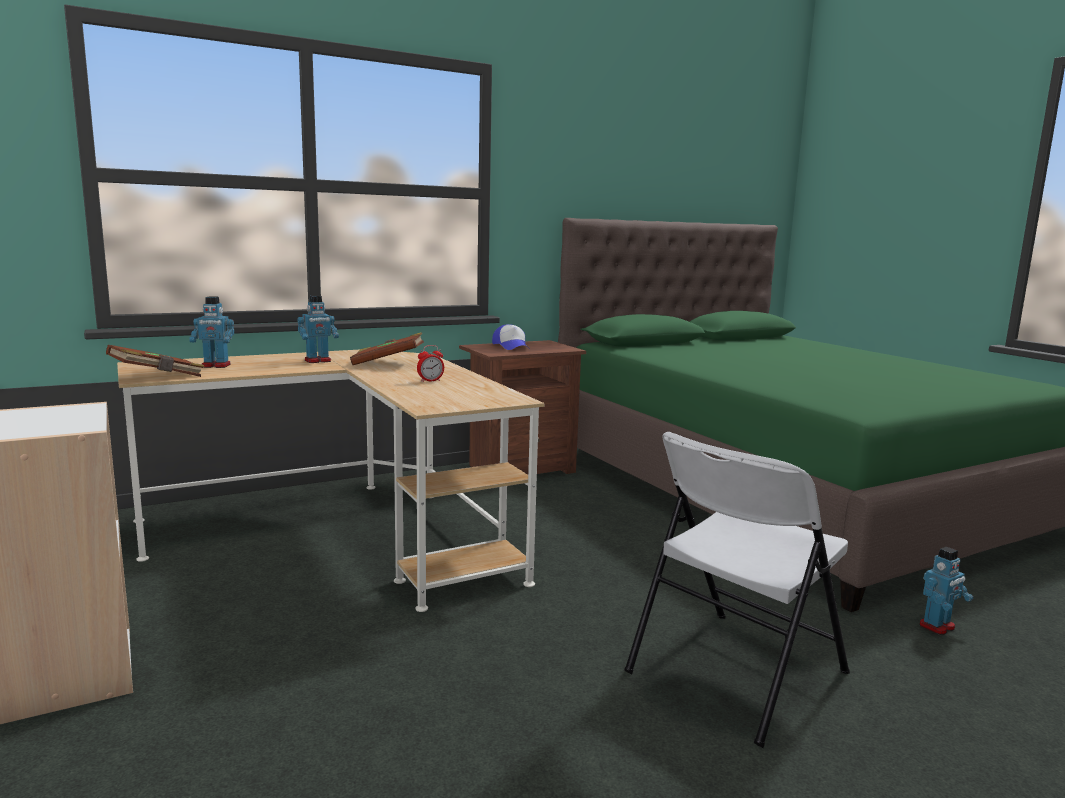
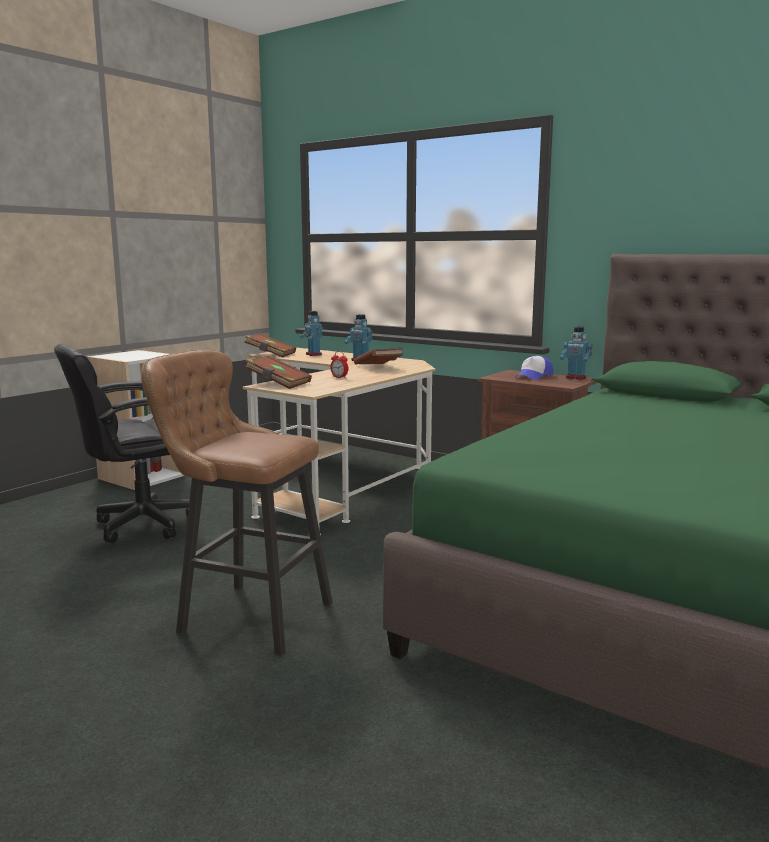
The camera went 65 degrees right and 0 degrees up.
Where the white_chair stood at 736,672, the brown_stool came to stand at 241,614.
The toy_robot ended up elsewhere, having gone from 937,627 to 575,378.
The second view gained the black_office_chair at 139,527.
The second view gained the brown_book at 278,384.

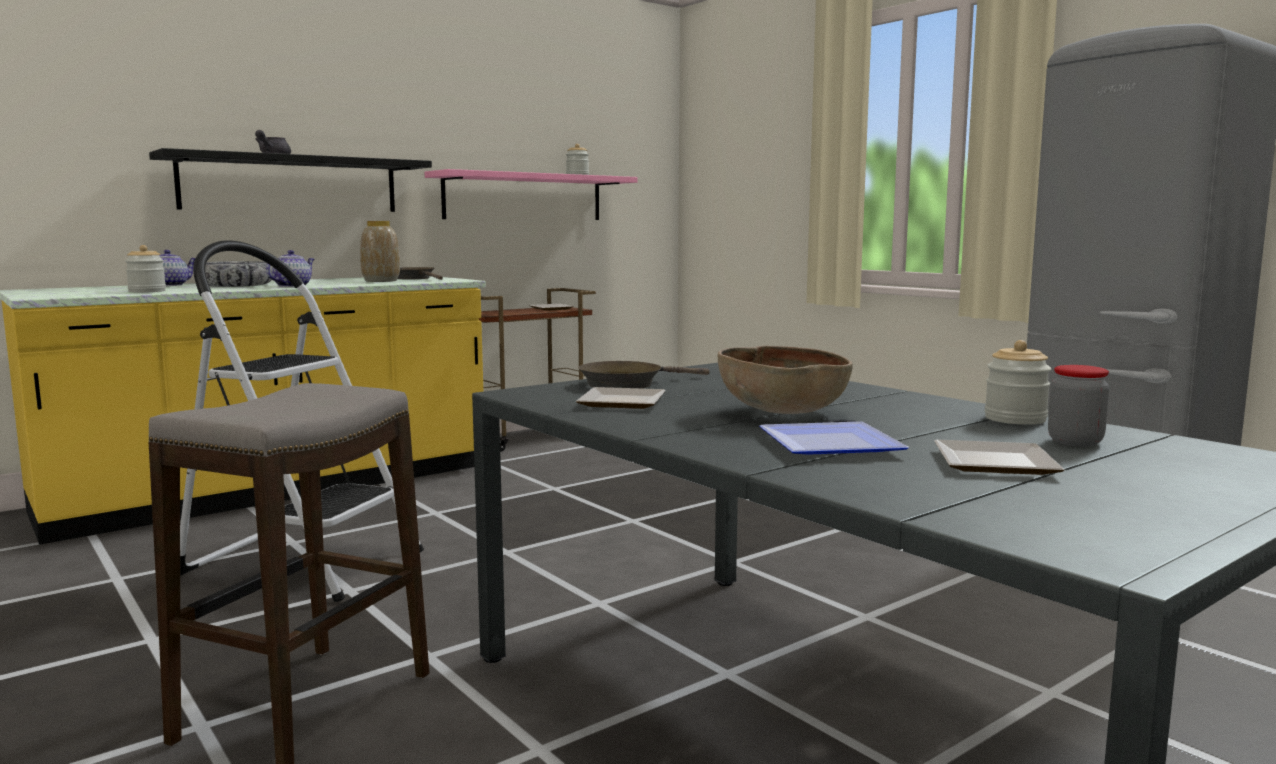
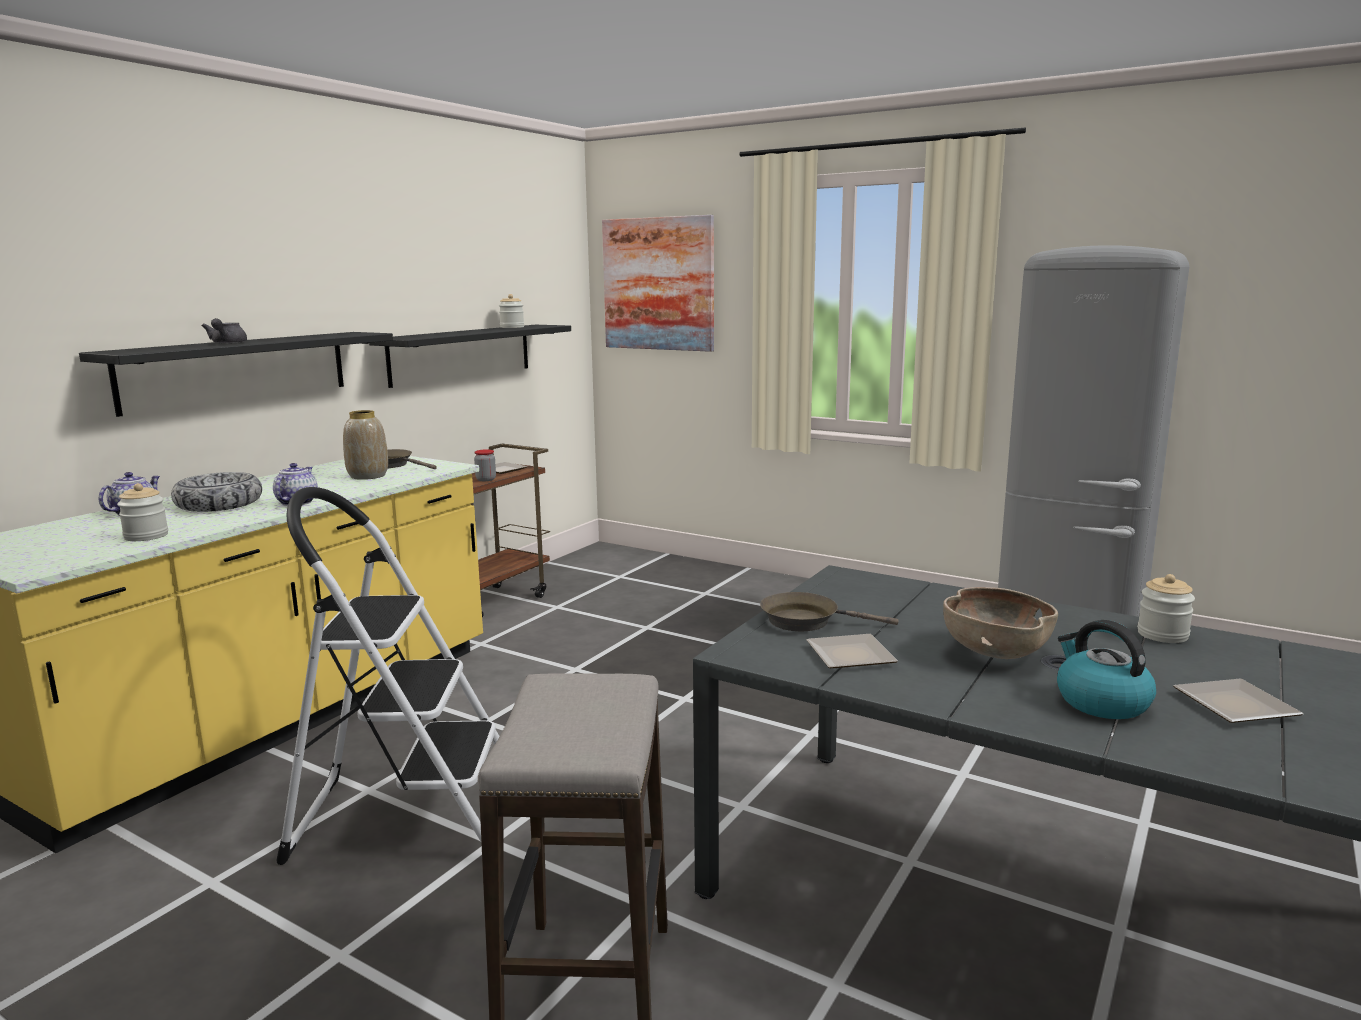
The camera went 20 degrees left and 5 degrees up.
What was the pink_shelf at 524,197 turned into the black_shelf at 461,354.
The brown_frying_pan at 627,384 ended up facing another way, 60 degrees clockwise from before.
Where the plate stood at 827,446, the kettle came to stand at 1100,702.
The jar ended up elsewhere, having gone from 1075,442 to 486,479.
The second view gained the picture at 658,284.

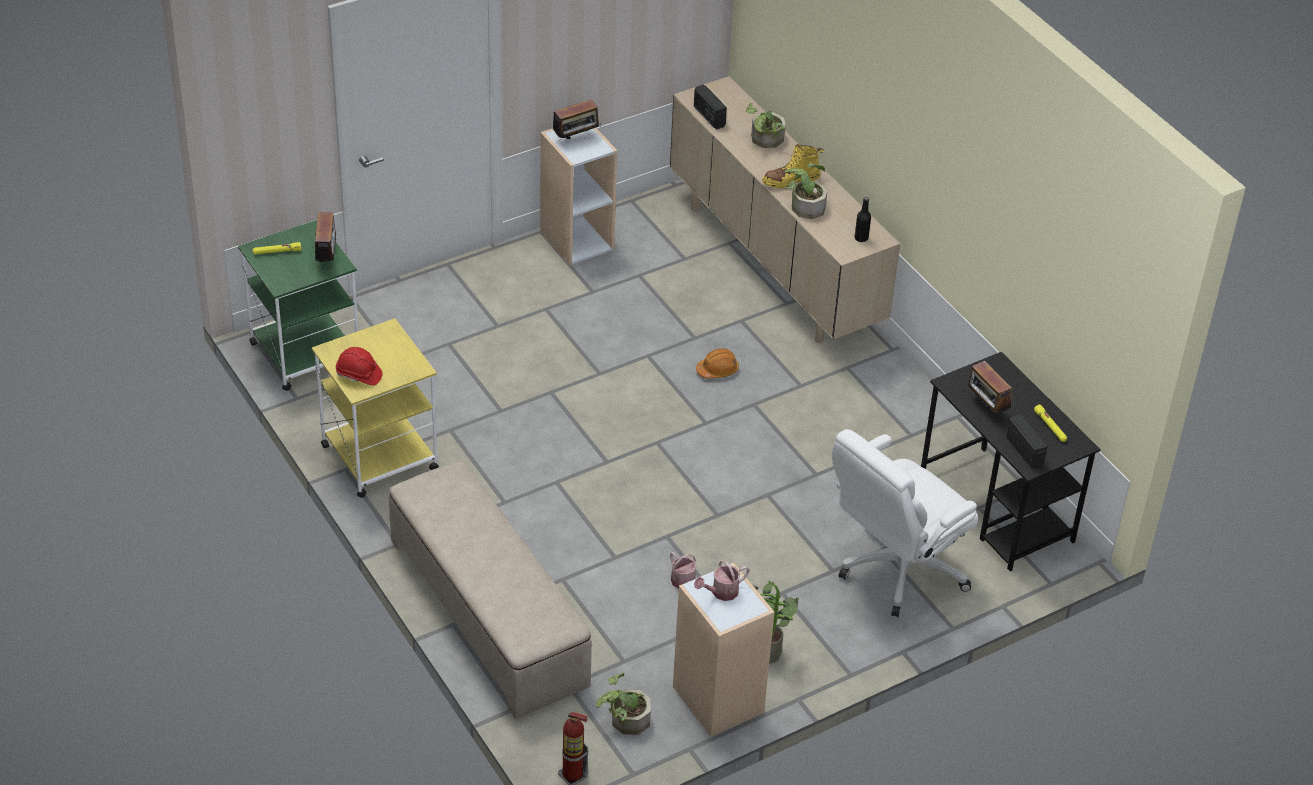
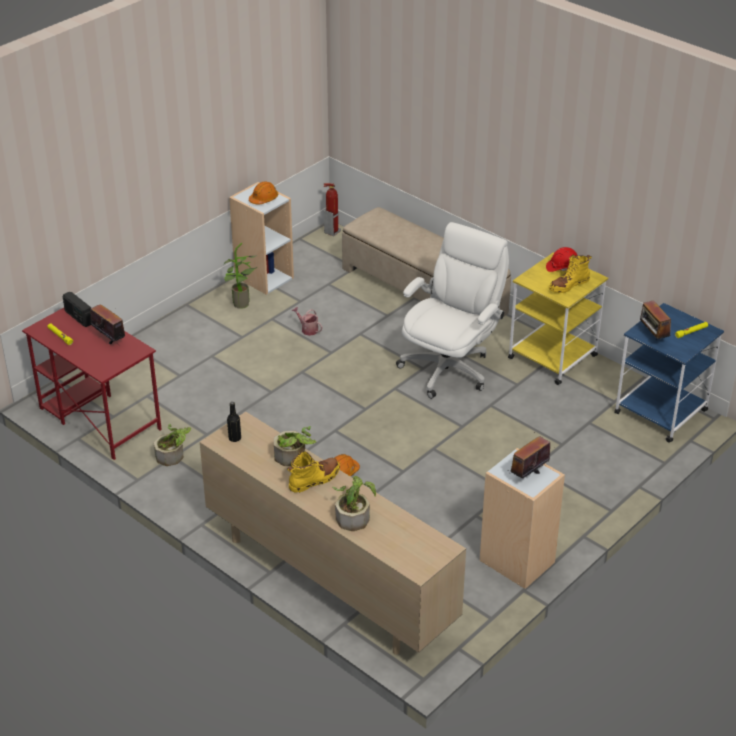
The camera went 165 degrees right and 5 degrees down.
What was the green_cart at 304,352 turned into the blue_cart at 662,413.
The potted_plant ended up elsewhere, having gone from 624,720 to 173,455.
The second view lost the radio at 709,116.
Where the watering_can stood at 721,592, the orange_hard_hat came to stand at 264,199.
The white_office_chair ended up elsewhere, having gone from 894,572 to 450,367.
What was the black_desk at 997,509 turned into the red_desk at 99,418.
The second view gained the yellow_boot at 568,285.

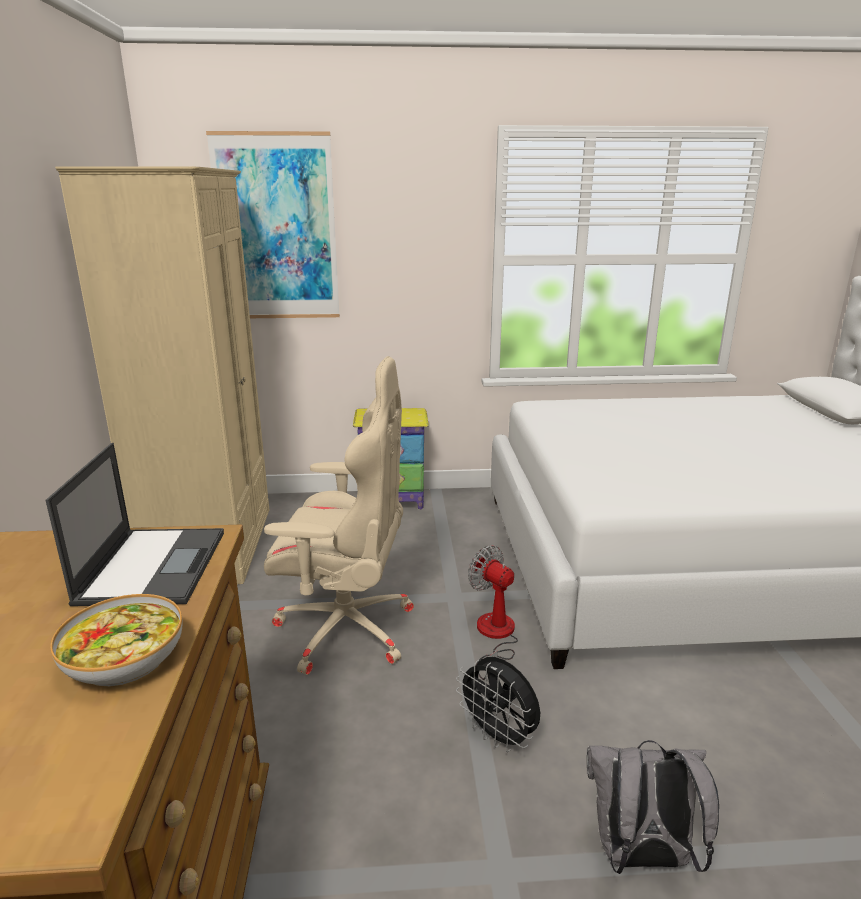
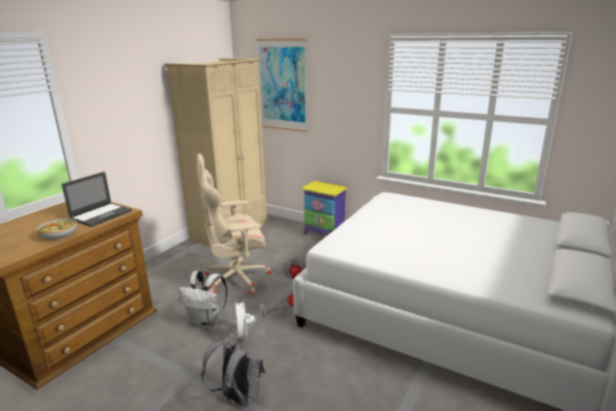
The camera went 35 degrees right and 0 degrees up.
The beige_office_chair at 343,629 ended up facing another way, 120 degrees clockwise from before.
What was the black_fan at 499,736 turned into the white_fan at 243,338.
The second view gained the white_backpack at 206,322.

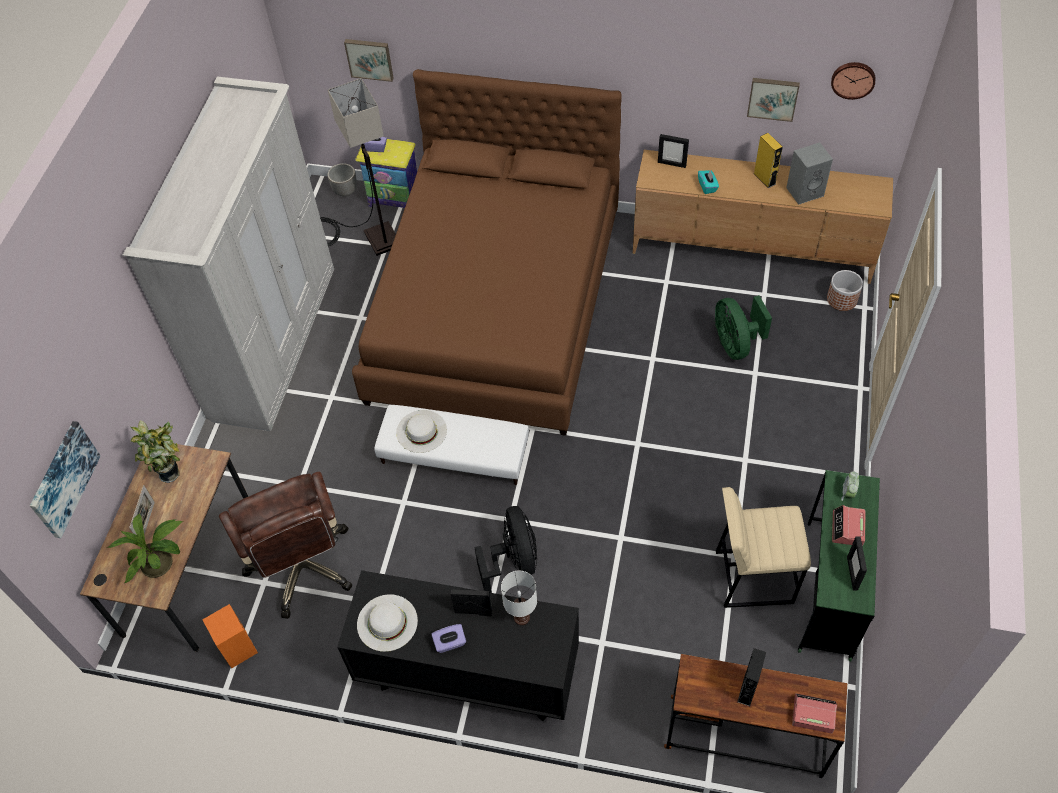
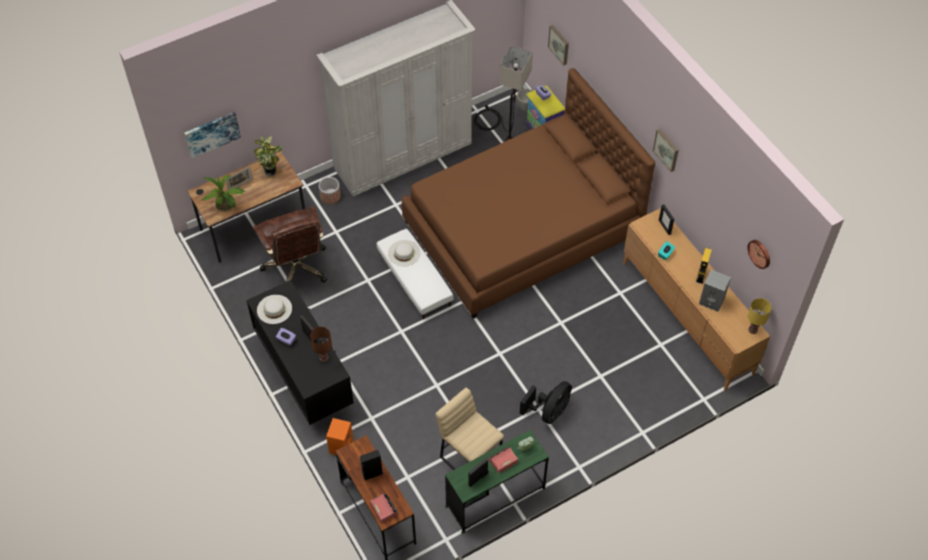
The camera went 45 degrees right and 0 degrees up.
The orange_speaker ended up elsewhere, having gone from 236,647 to 341,446.
The brown_office_chair at 302,565 ended up facing another way, 45 degrees counterclockwise from before.
The black_fan ended up elsewhere, having gone from 513,561 to 549,412.
What was the white_table_lamp at 522,617 turned into the brown_table_lamp at 324,358.
The second view lost the green_fan at 735,343.
The picture ended up elsewhere, having gone from 773,98 to 667,149.
The planter ended up elsewhere, having gone from 841,299 to 330,196.
The second view gained the yellow_table_lamp at 753,329.

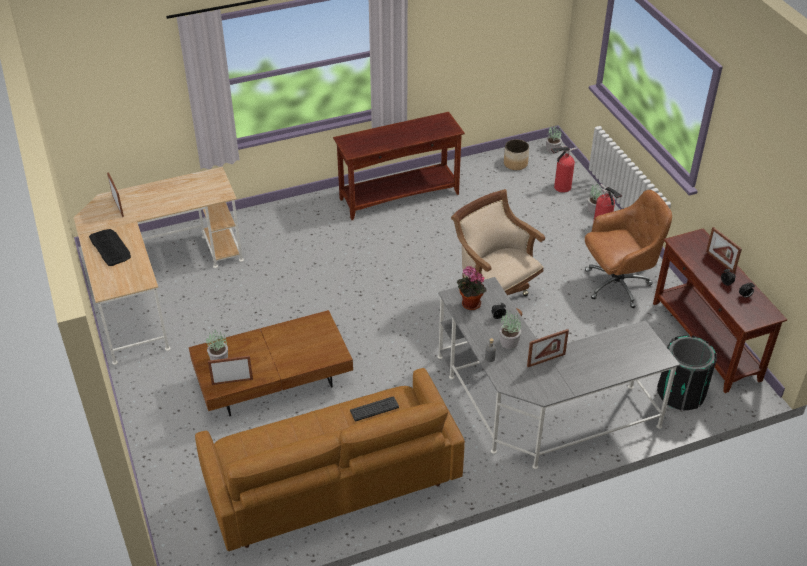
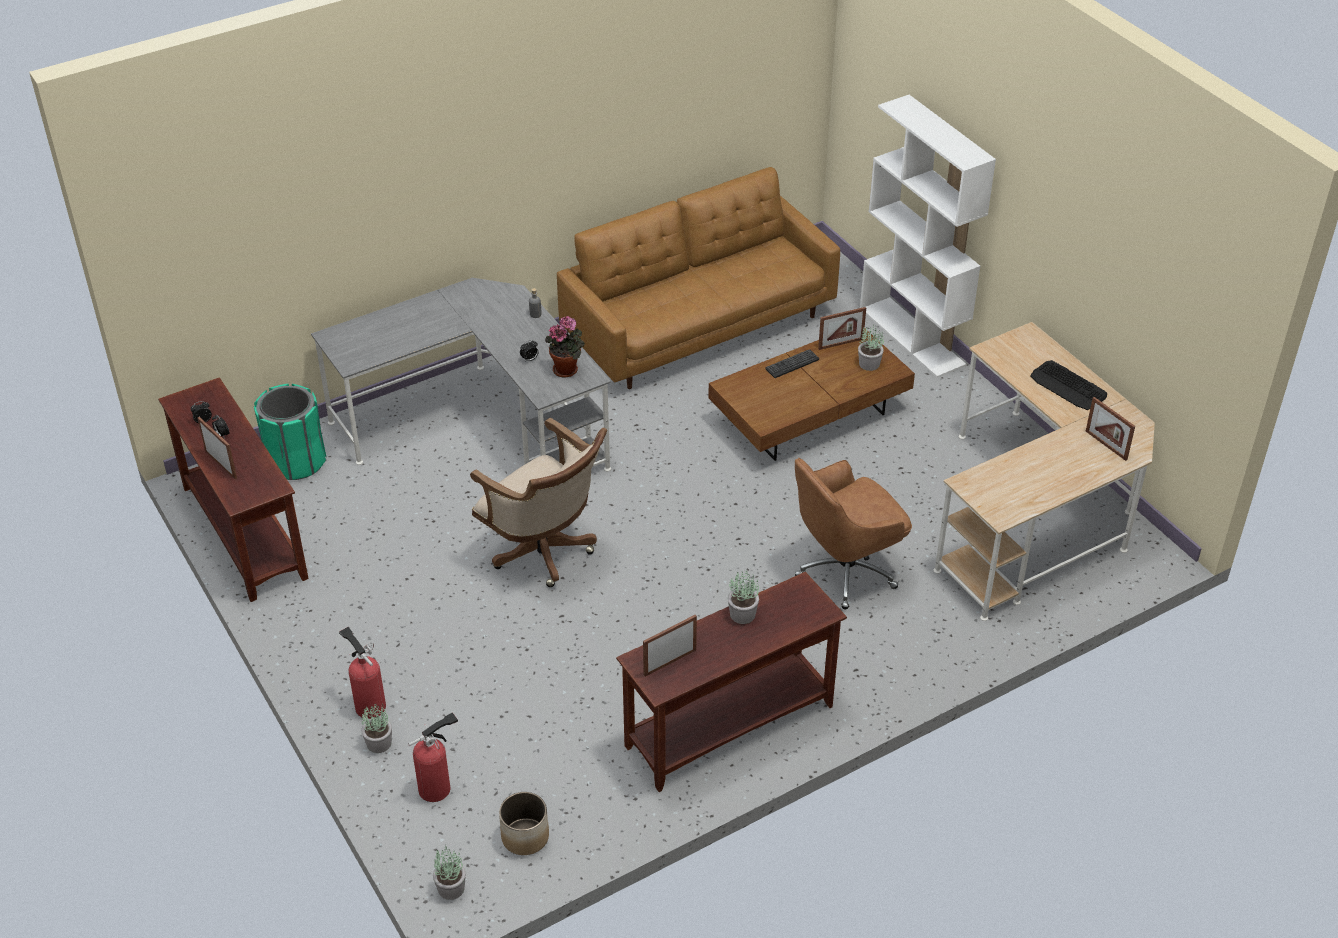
The camera went 170 degrees right and 0 degrees up.
The keyboard ended up elsewhere, having gone from 374,409 to 792,364.
The potted_plant ended up elsewhere, having gone from 508,342 to 743,614.
The picture_frame ended up elsewhere, having gone from 546,360 to 670,662.
The brown_office_chair ended up elsewhere, having gone from 617,285 to 845,570.
What was the black_trash_can at 681,394 turned into the green_trash_can at 296,461.
The second view gained the white_bookcase at 912,336.

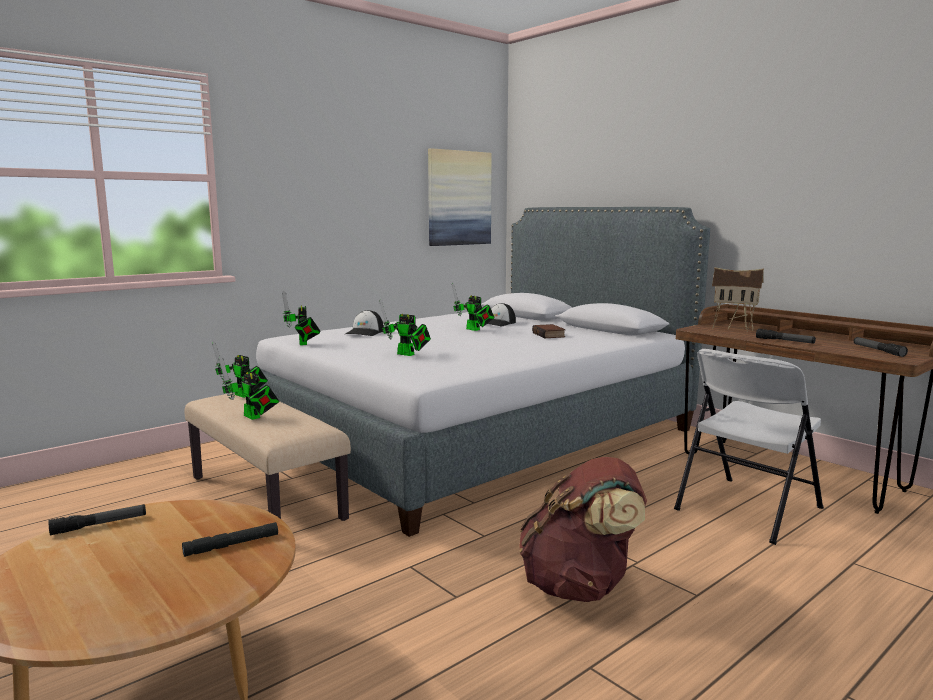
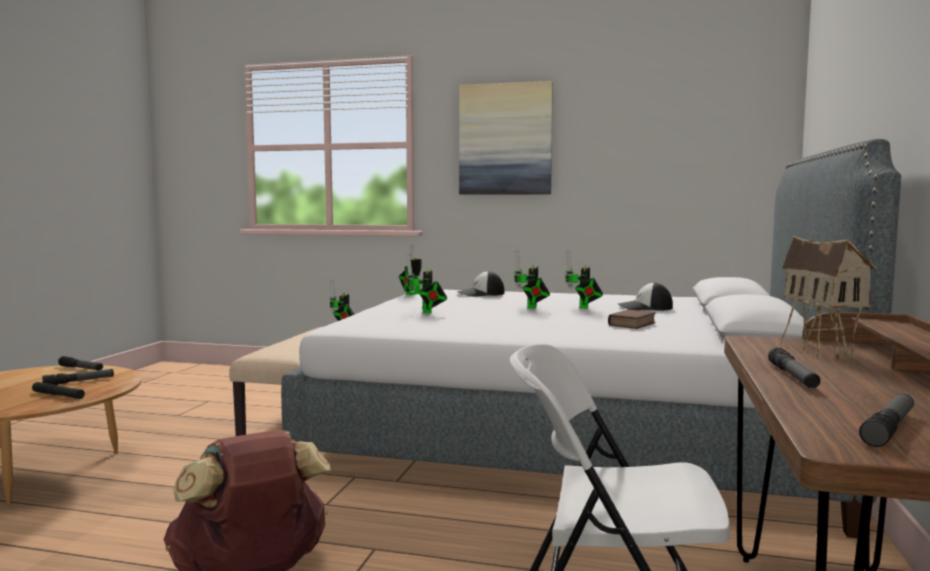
The camera went 55 degrees right and 5 degrees down.
The toy_robot ended up elsewhere, having gone from 253,417 to 531,307.
The picture ended up elsewhere, having gone from 459,198 to 505,139.
The second view gained the flashlight at 79,382.

